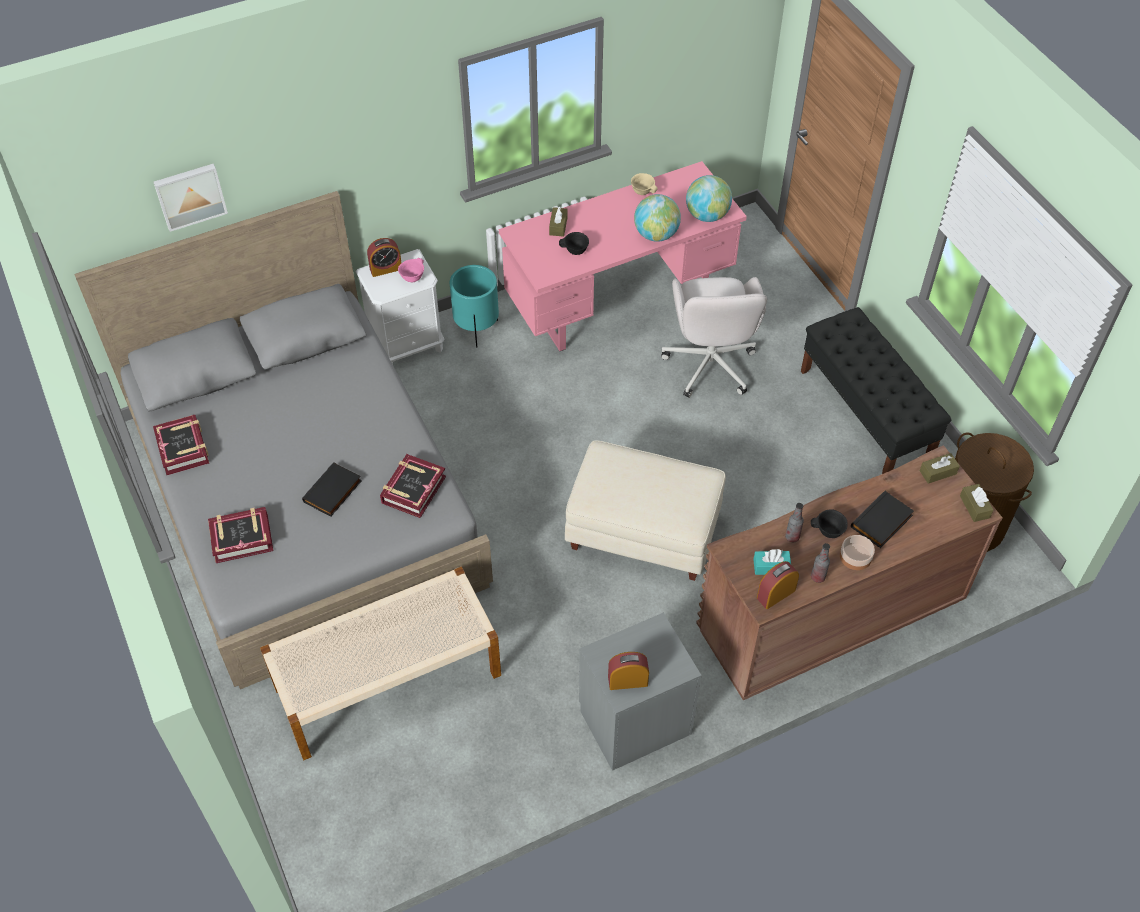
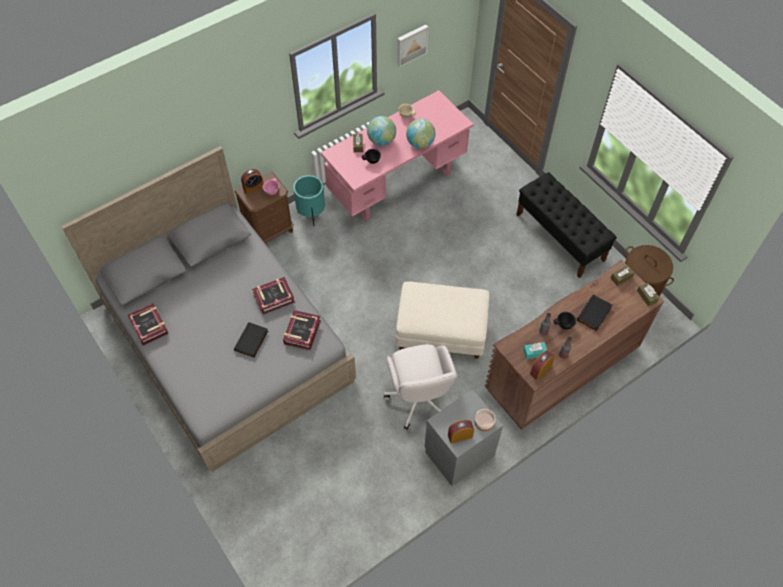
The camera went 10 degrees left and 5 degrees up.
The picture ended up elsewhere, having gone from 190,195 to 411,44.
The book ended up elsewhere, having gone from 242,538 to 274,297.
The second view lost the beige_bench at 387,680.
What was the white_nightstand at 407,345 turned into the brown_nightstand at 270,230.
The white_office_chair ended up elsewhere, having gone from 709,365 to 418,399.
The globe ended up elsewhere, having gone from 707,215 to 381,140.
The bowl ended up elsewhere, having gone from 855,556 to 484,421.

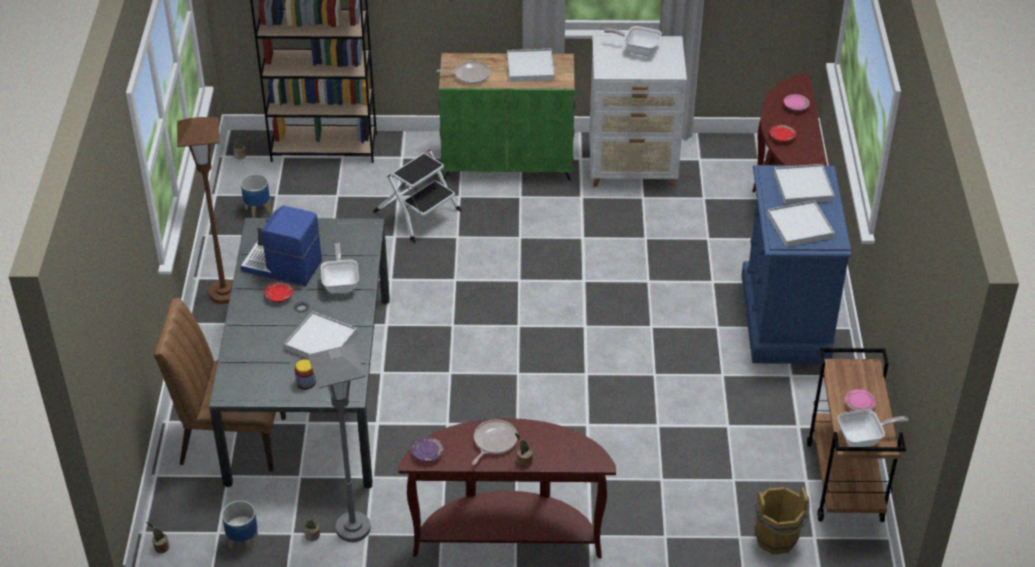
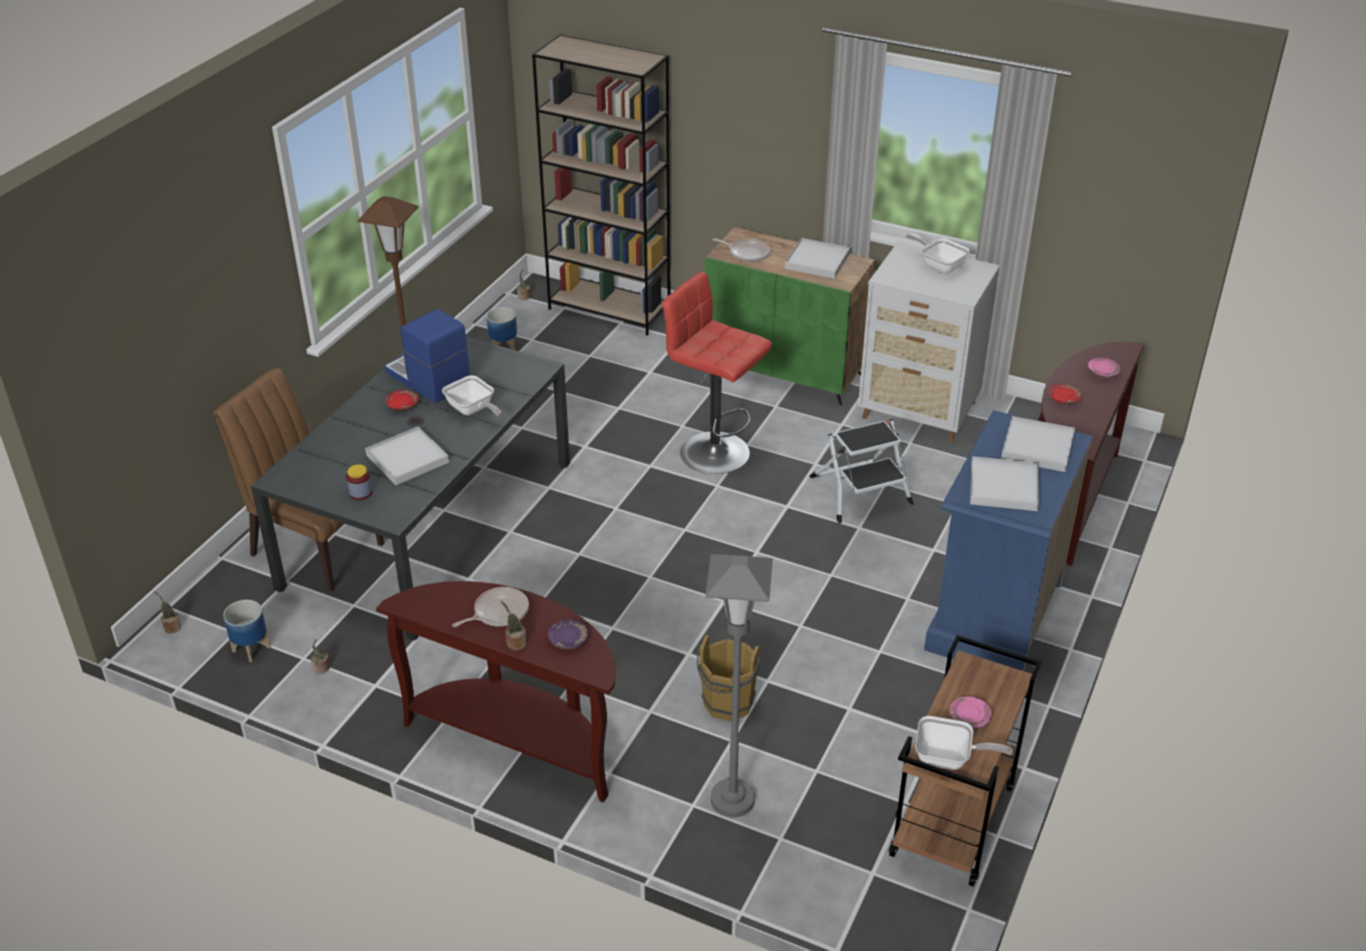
The camera went 25 degrees right and 5 degrees down.
The grey_floor_lamp ended up elsewhere, having gone from 353,528 to 732,800.
The frying_pan at 341,282 ended up facing another way, 120 degrees clockwise from before.
The step_ladder ended up elsewhere, having gone from 417,213 to 859,492.
The purple_plate ended up elsewhere, having gone from 427,453 to 568,640.
The brown_bucket ended up elsewhere, having gone from 776,541 to 726,706.
The second view gained the red_stool at 714,452.

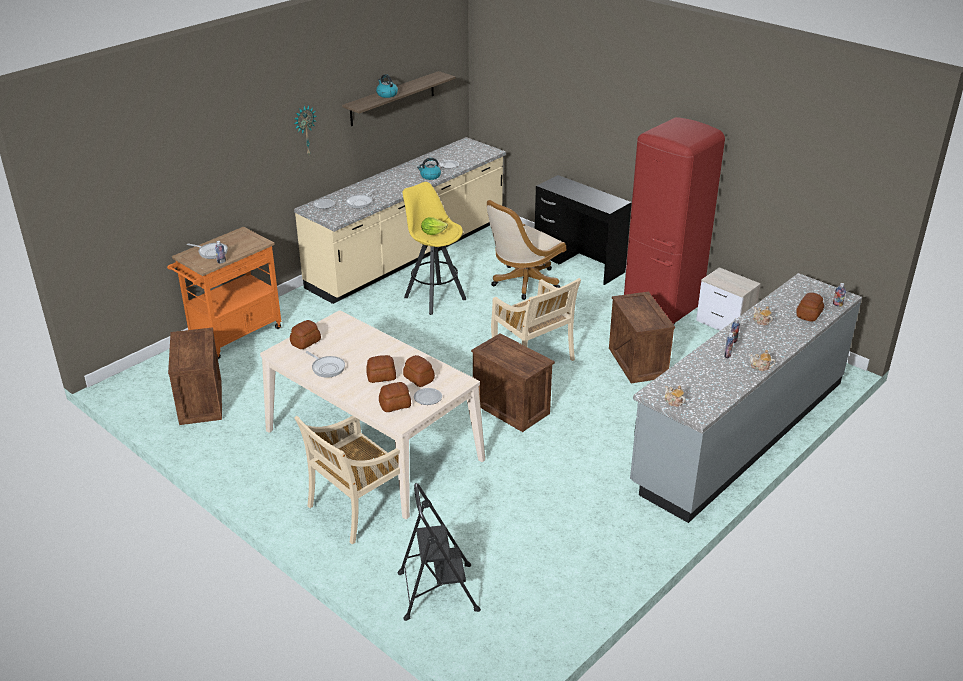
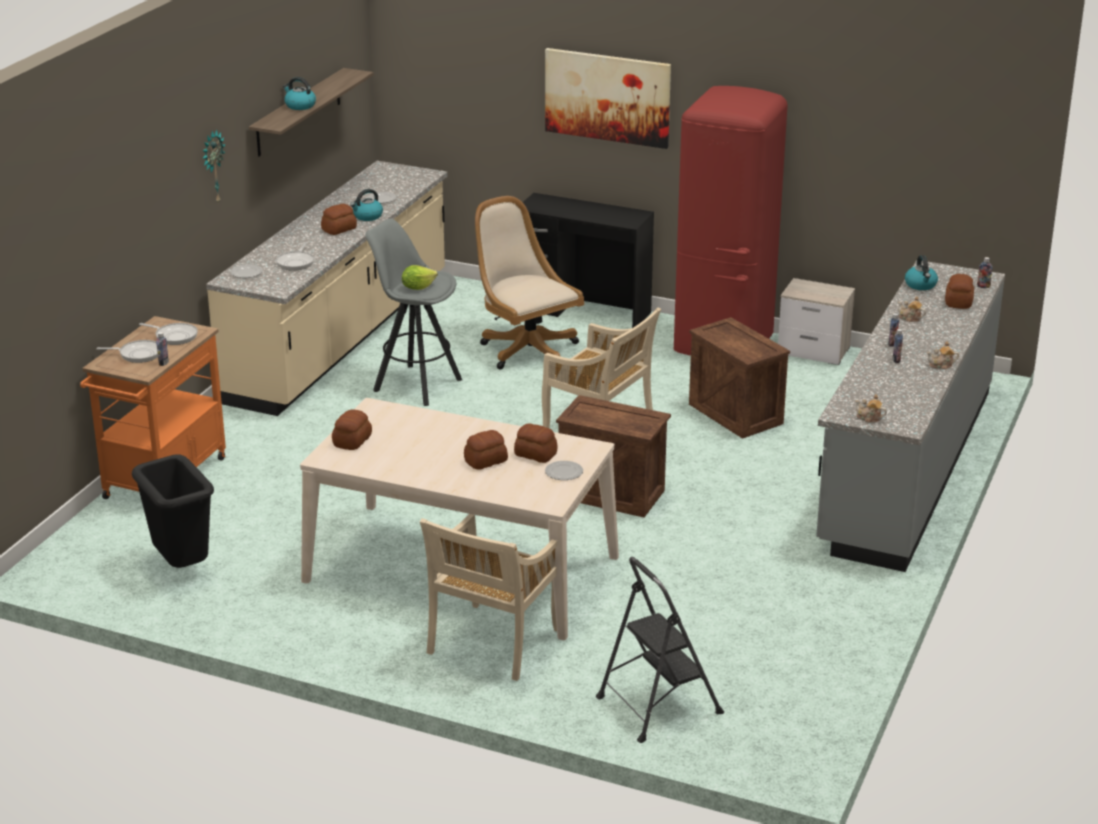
The camera went 20 degrees left and 5 degrees down.
Where the crate stood at 201,402, the black_trash_can came to stand at 182,567.
The frying_pan ended up elsewhere, having gone from 327,368 to 174,336.
The bread ended up elsewhere, having gone from 395,405 to 339,229.
What was the yellow_stool at 434,297 turned into the grey_stool at 415,384.
The office_chair at 522,284 ended up facing another way, 120 degrees clockwise from before.
The second view gained the picture at 607,97.
The second view gained the kettle at 921,285.

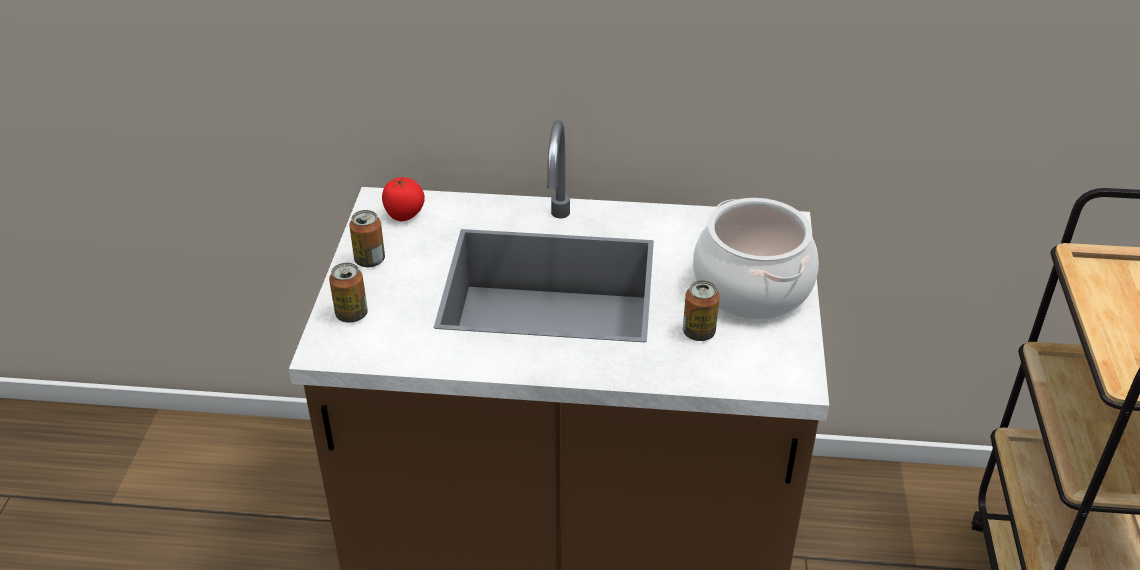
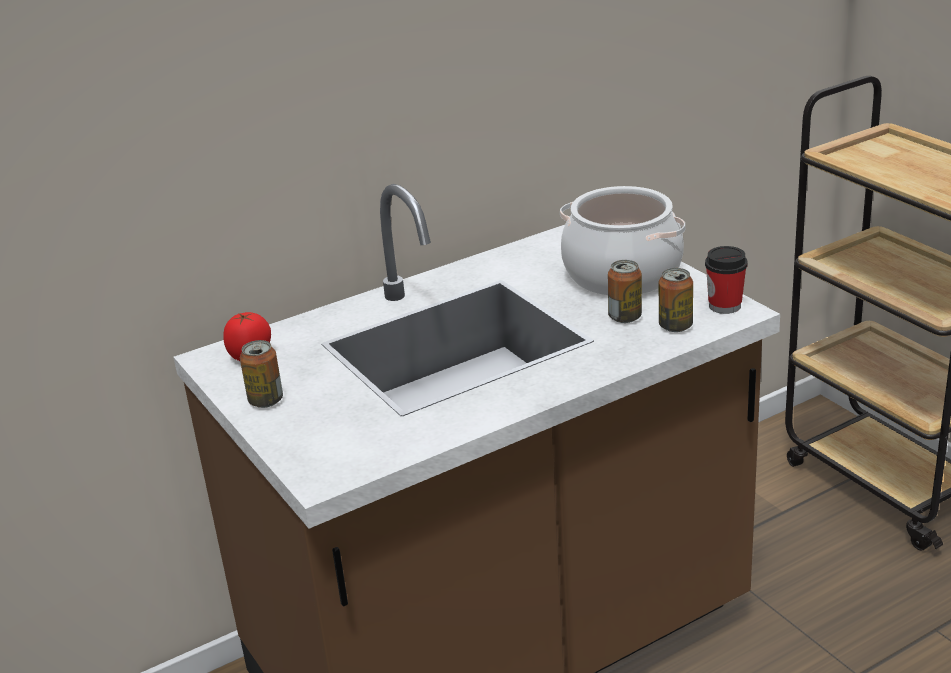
The camera went 35 degrees left and 10 degrees down.
The can ended up elsewhere, having gone from 351,314 to 675,326.
The second view gained the cup at 725,306.

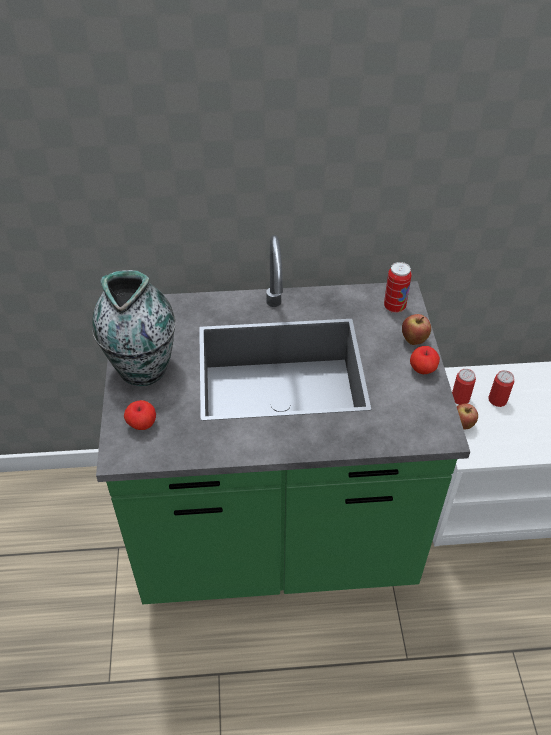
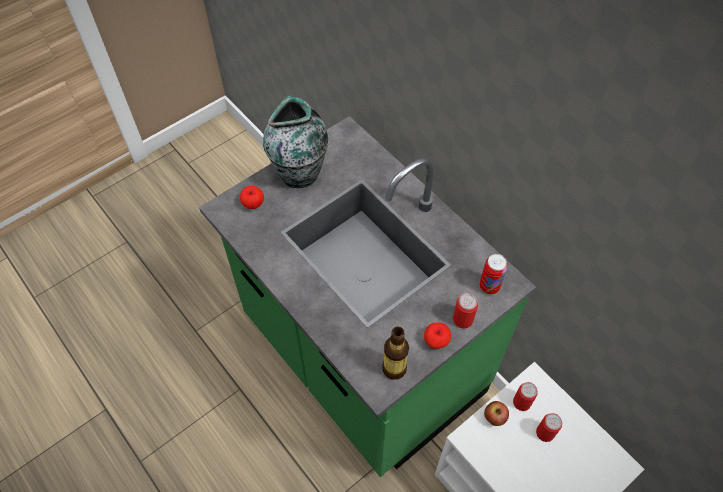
The camera went 55 degrees right and 10 degrees up.
Where the apple stood at 414,341, the can came to stand at 462,319.
The second view gained the bottle at 394,369.

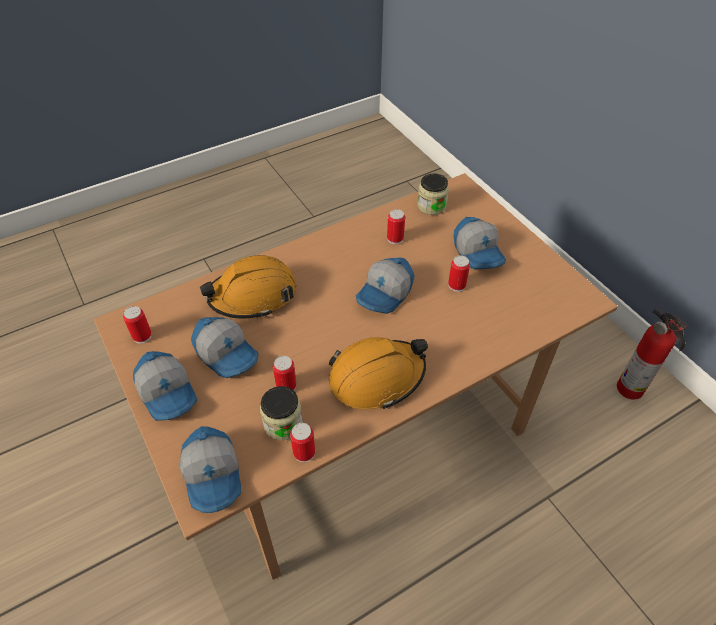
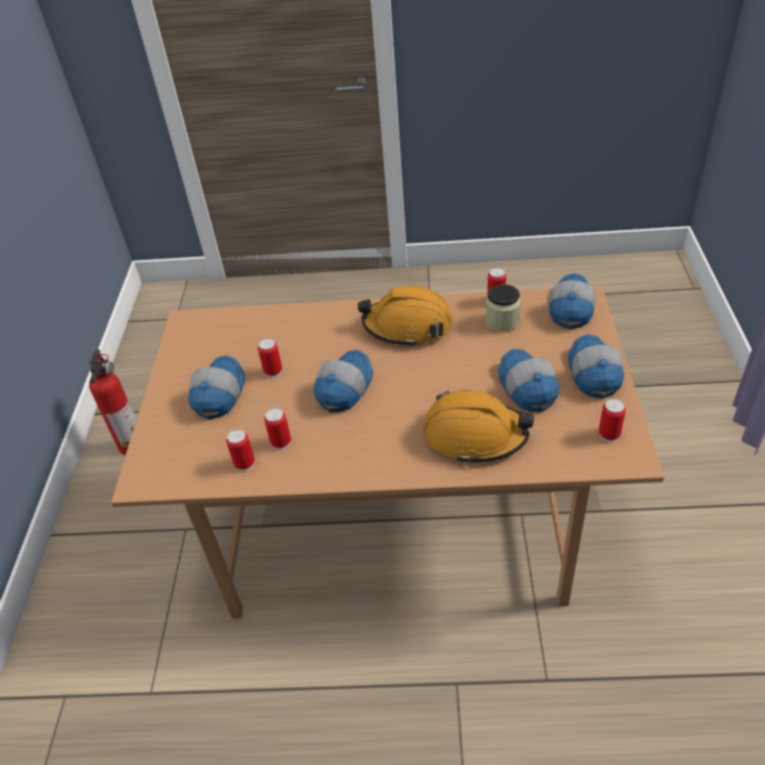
The camera went 145 degrees left and 5 degrees down.
The can ended up elsewhere, having gone from 286,386 to 244,463.
The cap at 385,294 ended up facing another way, 45 degrees counterclockwise from before.
The second view lost the jar at 431,206.

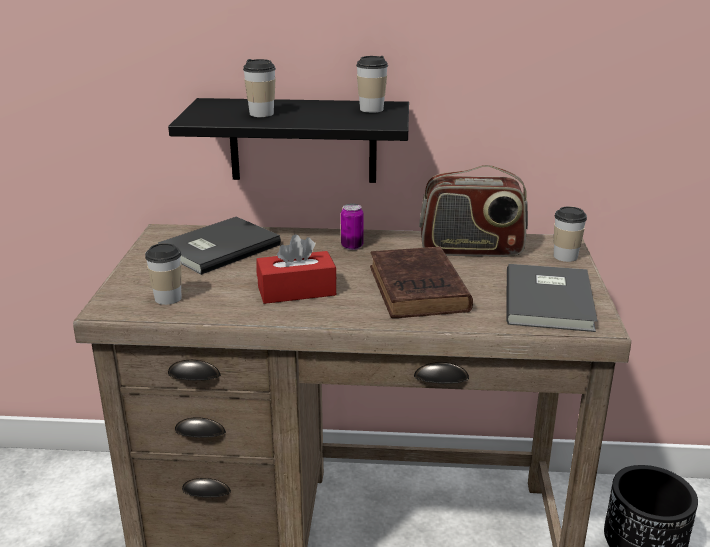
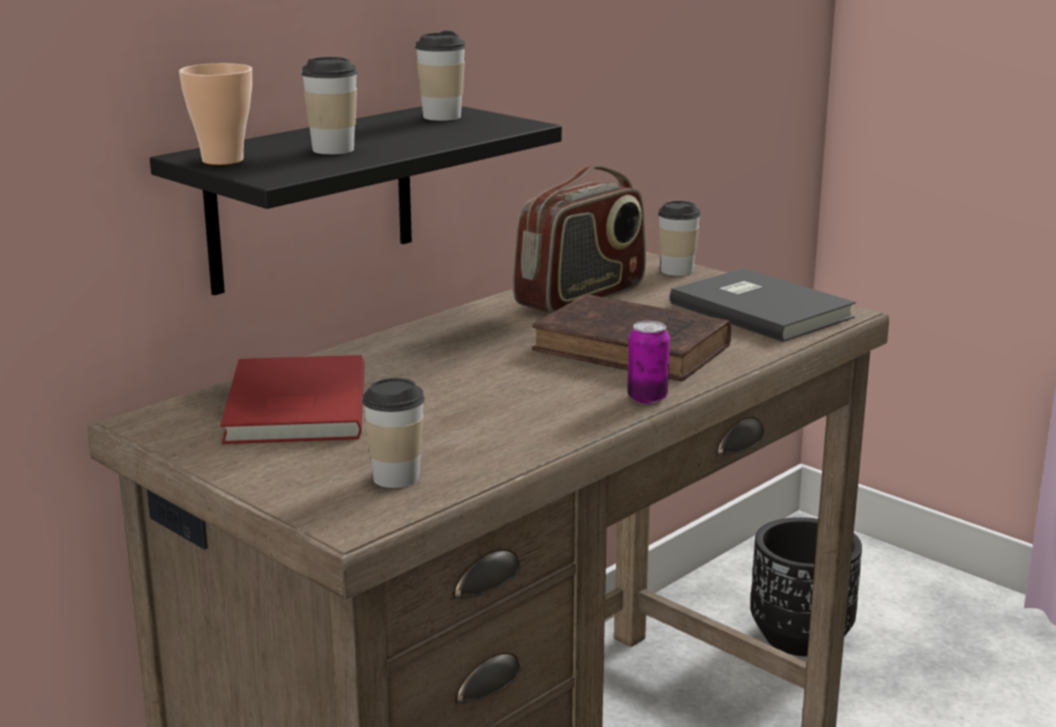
The camera went 50 degrees left and 5 degrees down.
What was the grey_book at 217,248 turned into the red_book at 291,407.
The second view lost the red_tissue_box at 296,291.
The can ended up elsewhere, having gone from 352,246 to 647,398.
The second view gained the cup at 222,160.

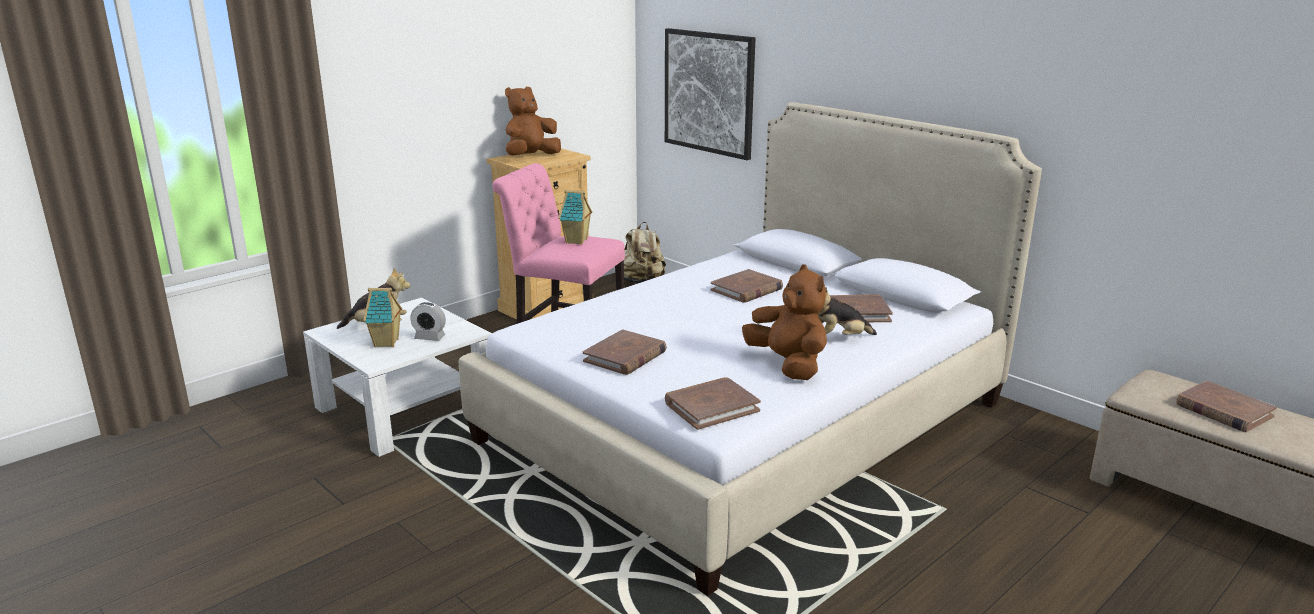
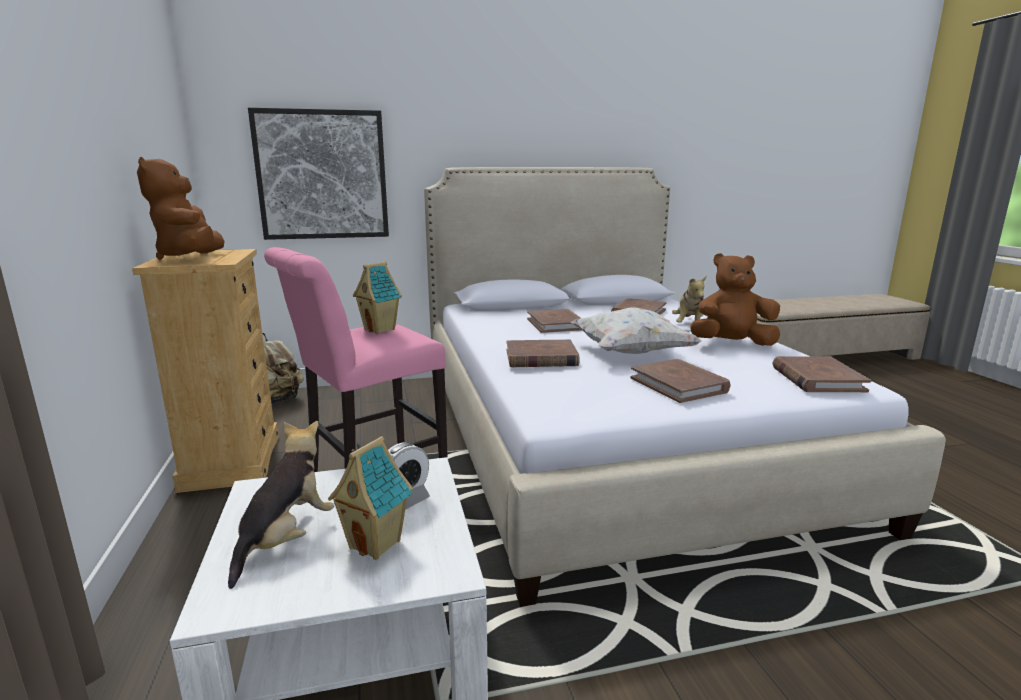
The camera went 60 degrees left and 5 degrees down.
The brown_book ended up elsewhere, having gone from 1223,410 to 541,358.
The second view gained the white_pillow at 630,353.

